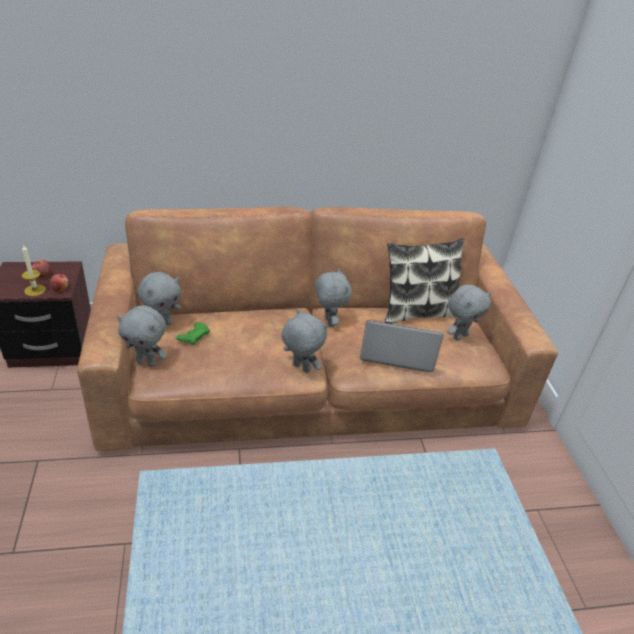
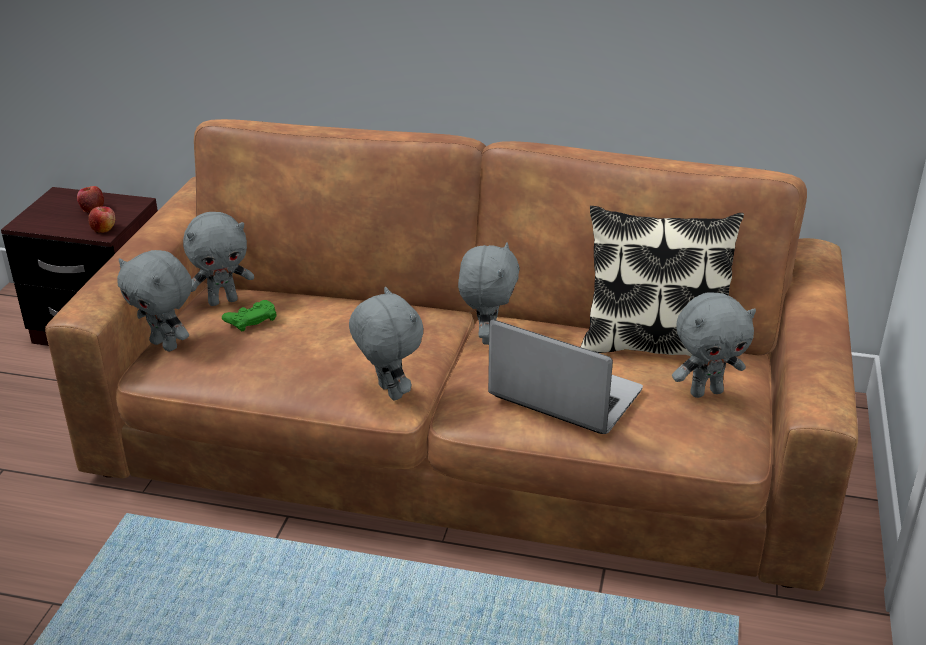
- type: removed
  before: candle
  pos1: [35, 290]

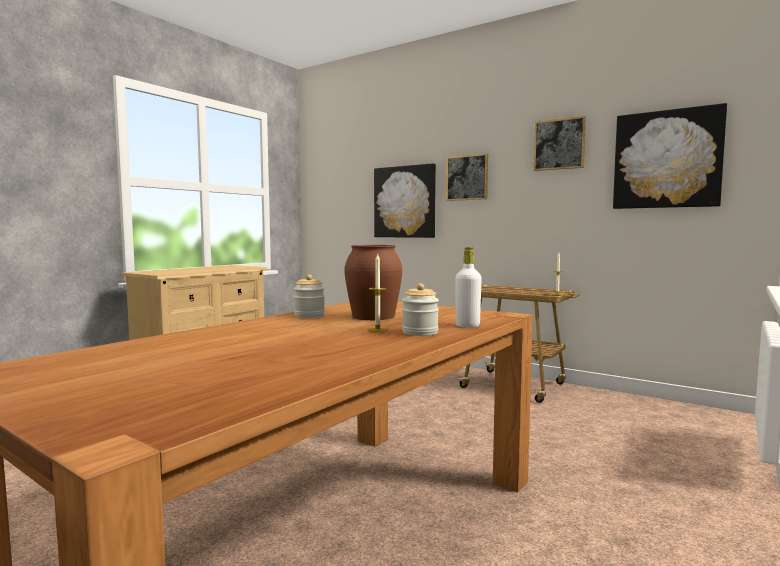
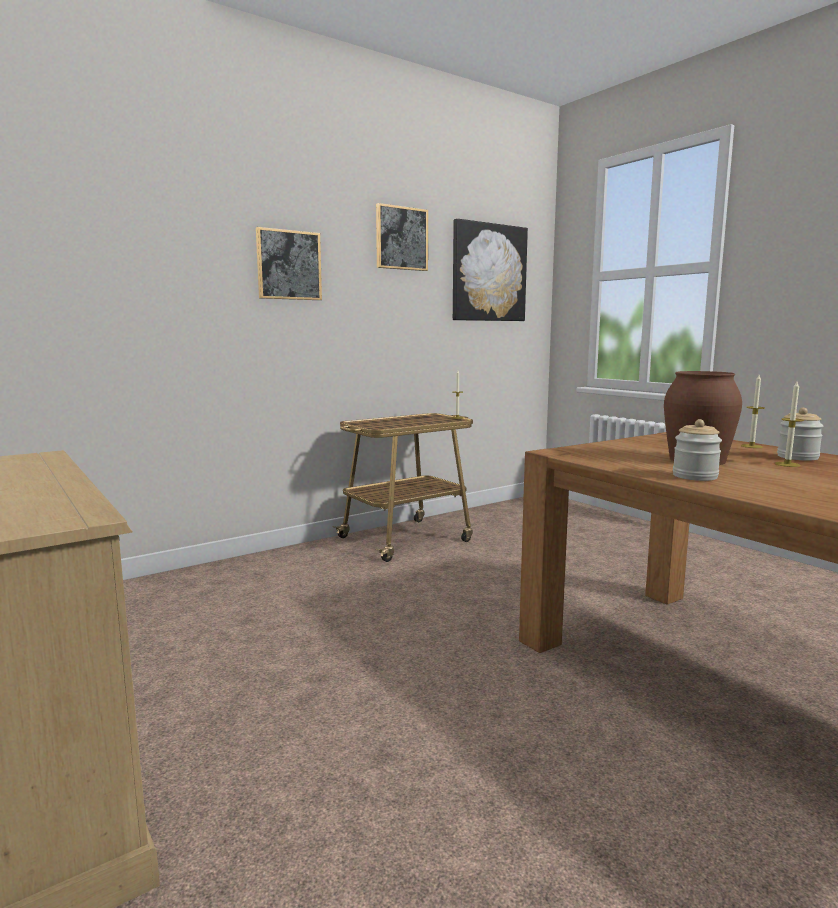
- type: removed
  before: wall art
  pos1: [405, 202]
- type: replaced
  before: white-coloured bottle
  after: candle
  pos1: [467, 326]
  pos2: [751, 446]

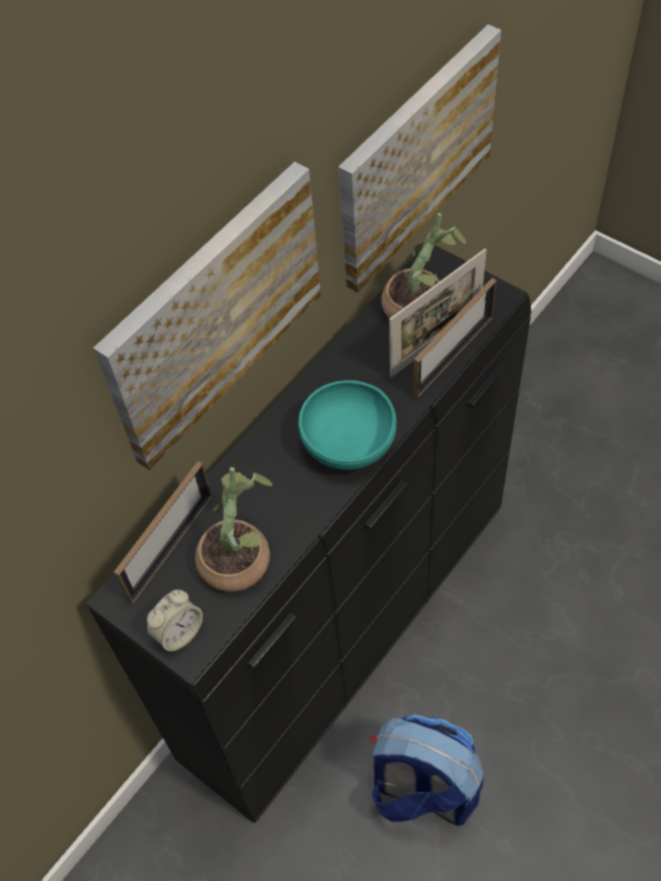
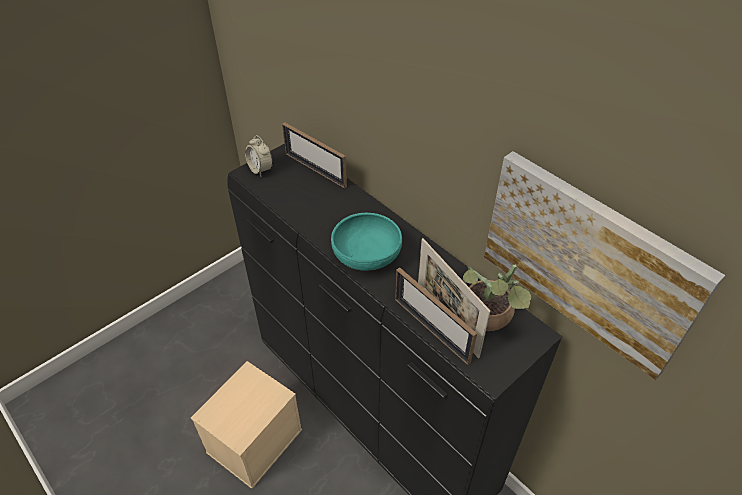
- type: removed
  before: wall art
  pos1: [213, 314]
- type: removed
  before: potted plant
  pos1: [240, 554]
- type: replaced
  before: backpack
  after: beige storage bin
  pos1: [423, 790]
  pos2: [254, 440]

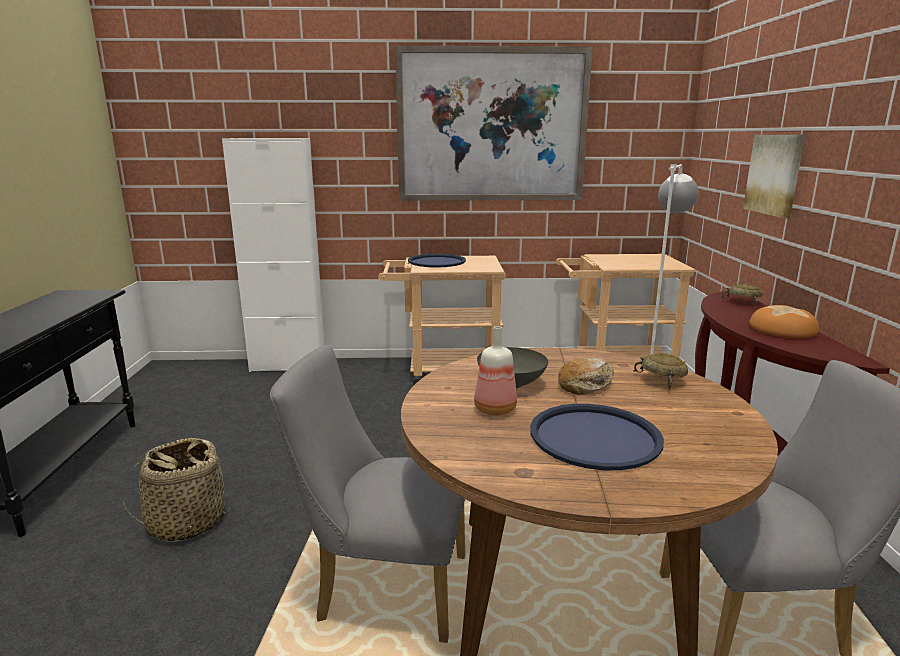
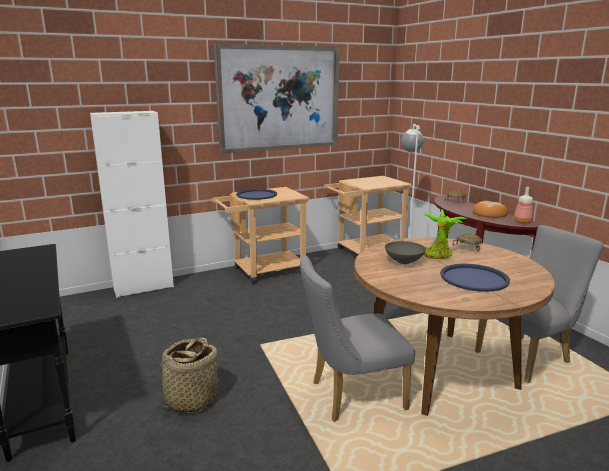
- type: removed
  before: wall art
  pos1: [775, 174]
- type: moved
  before: bottle
  pos1: [494, 410]
  pos2: [522, 222]
- type: replaced
  before: bread
  after: potted plant
  pos1: [586, 384]
  pos2: [438, 255]

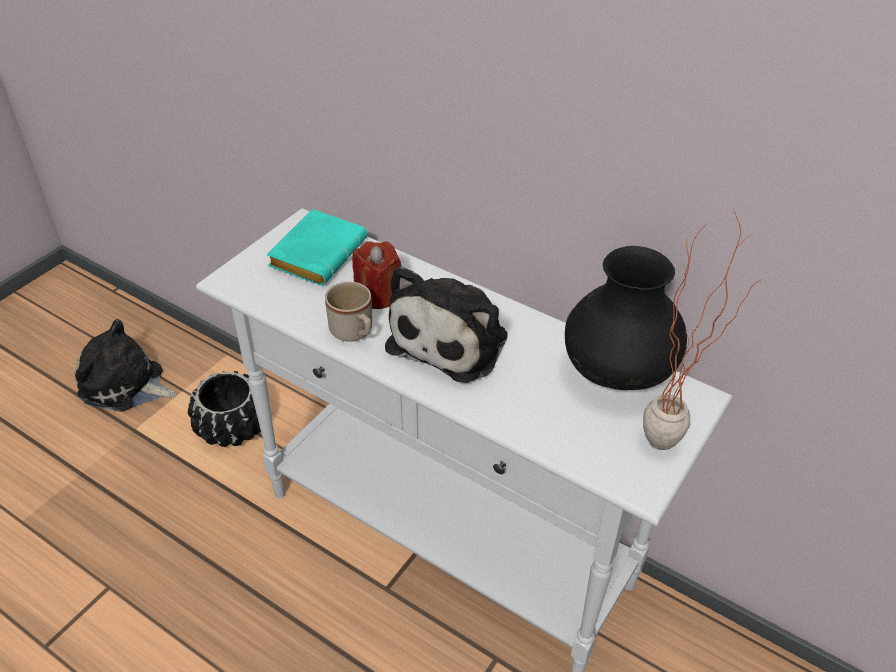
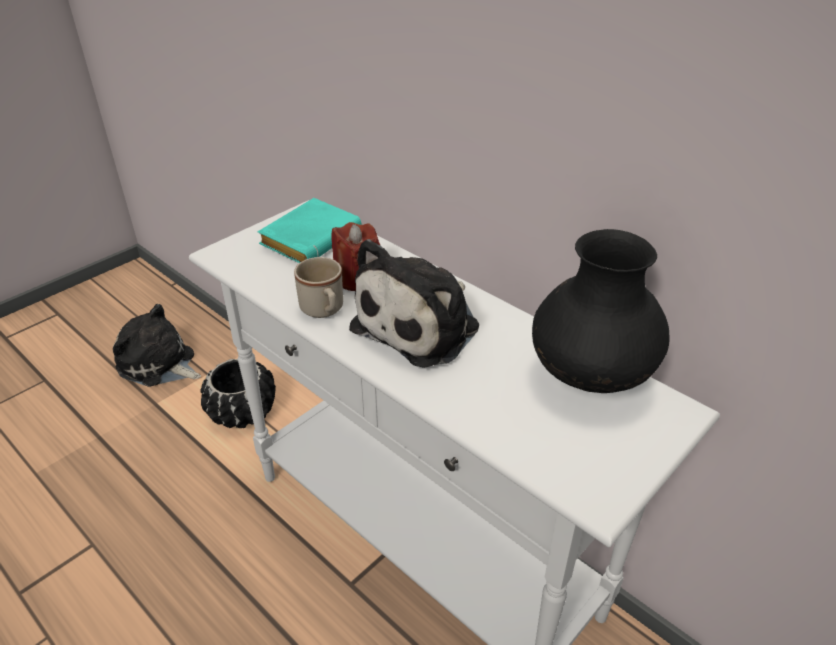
- type: removed
  before: potted plant
  pos1: [673, 440]

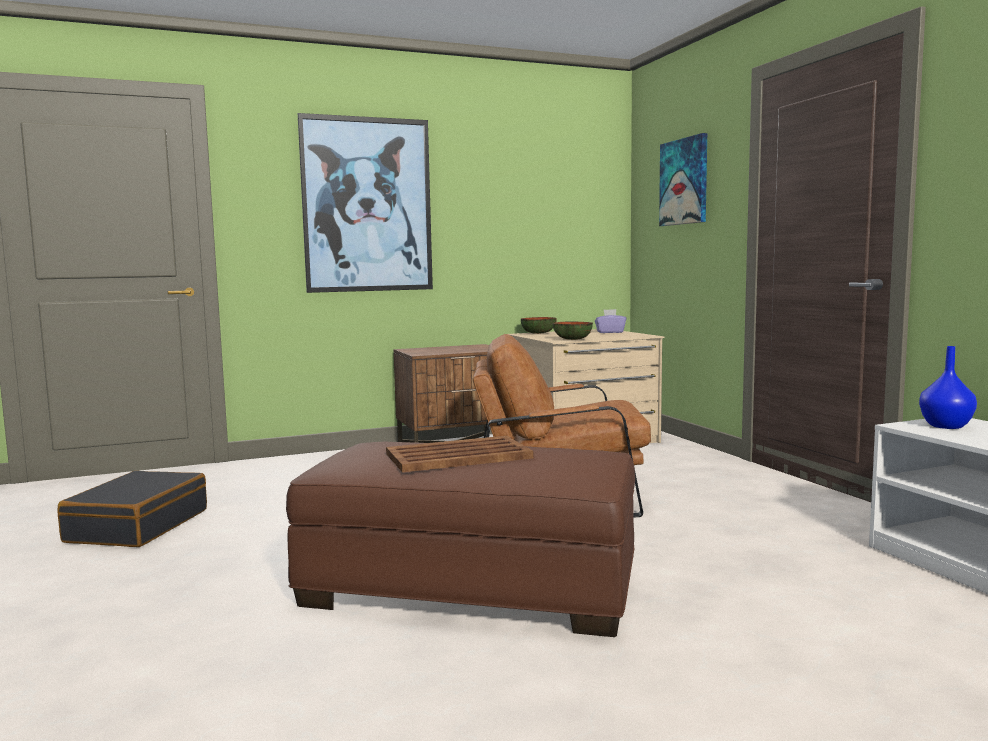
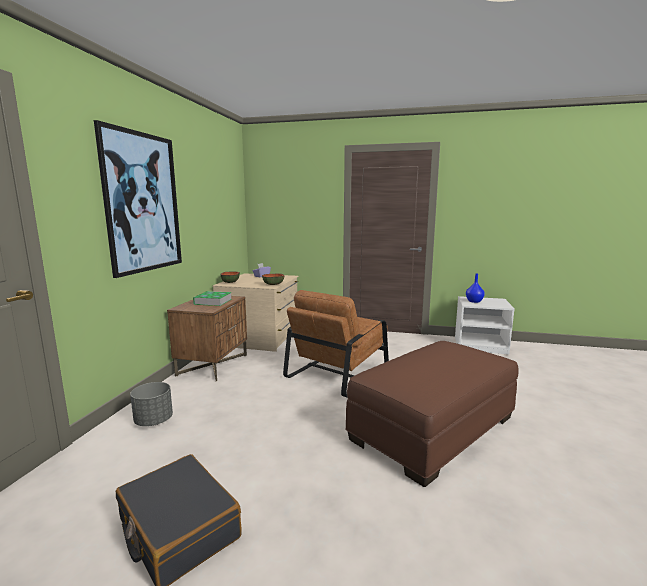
- type: removed
  before: wall art
  pos1: [684, 182]
- type: removed
  before: brown carrying tray
  pos1: [460, 456]
- type: added
  after: book
  pos2: [213, 301]
- type: added
  after: gray flower pot
  pos2: [153, 421]

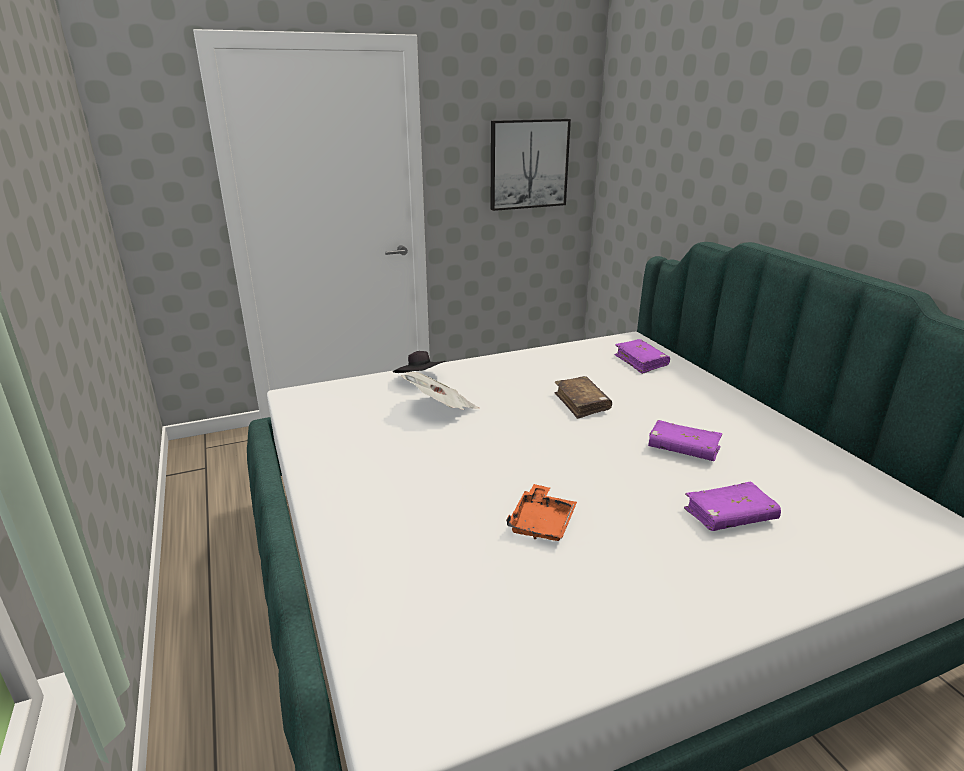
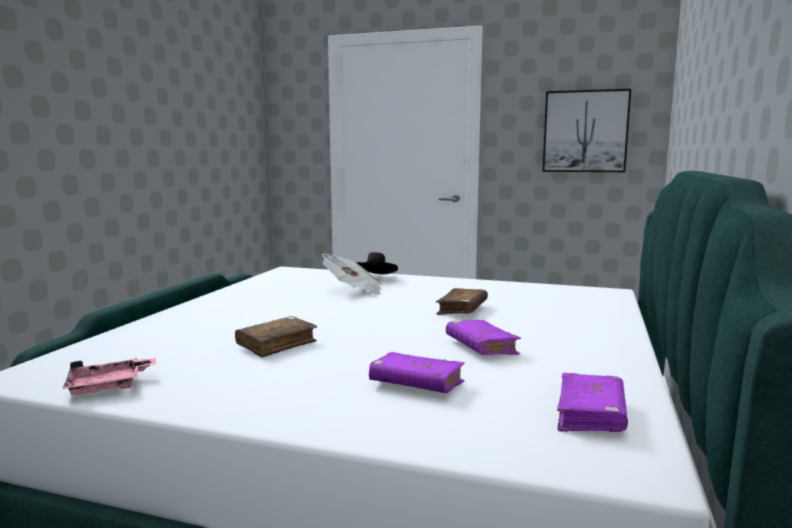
- type: moved
  before: purplish book
  pos1: [640, 362]
  pos2: [590, 415]
- type: replaced
  before: orange carrying tray
  after: brown book
  pos1: [542, 523]
  pos2: [276, 344]
- type: added
  after: pink-coloured carrying tray
  pos2: [109, 386]

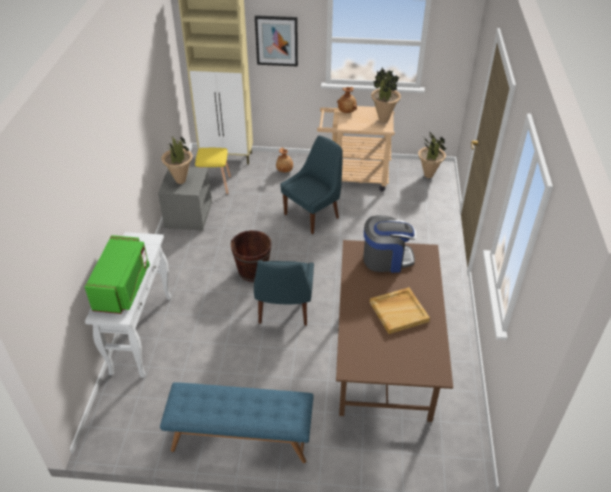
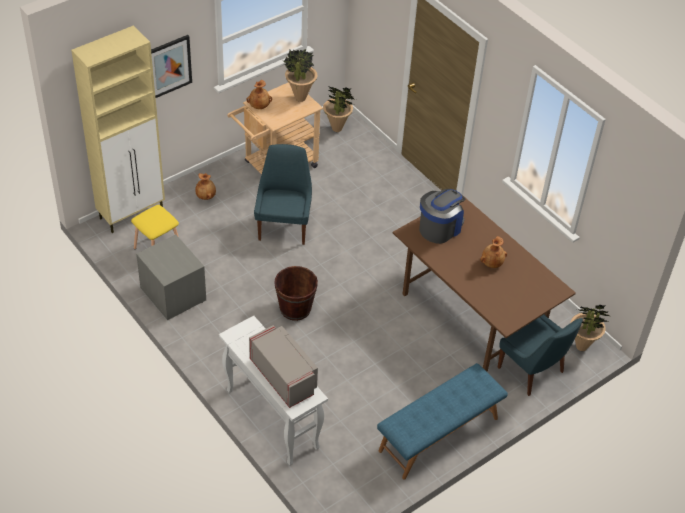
- type: moved
  before: potted plant
  pos1: [181, 181]
  pos2: [581, 346]
- type: recoloured
  before: green-coloured microwave oven
  after: gray microwave oven
  pos1: [122, 287]
  pos2: [284, 376]
- type: moved
  before: bluish chair
  pos1: [284, 310]
  pos2: [532, 371]
- type: replaced
  before: beige carrying tray
  after: brown flower vase
  pos1: [399, 311]
  pos2: [491, 263]

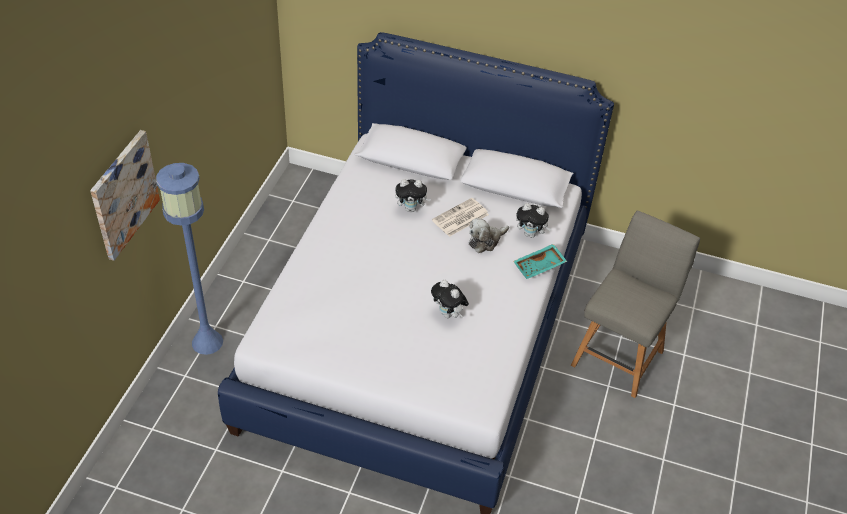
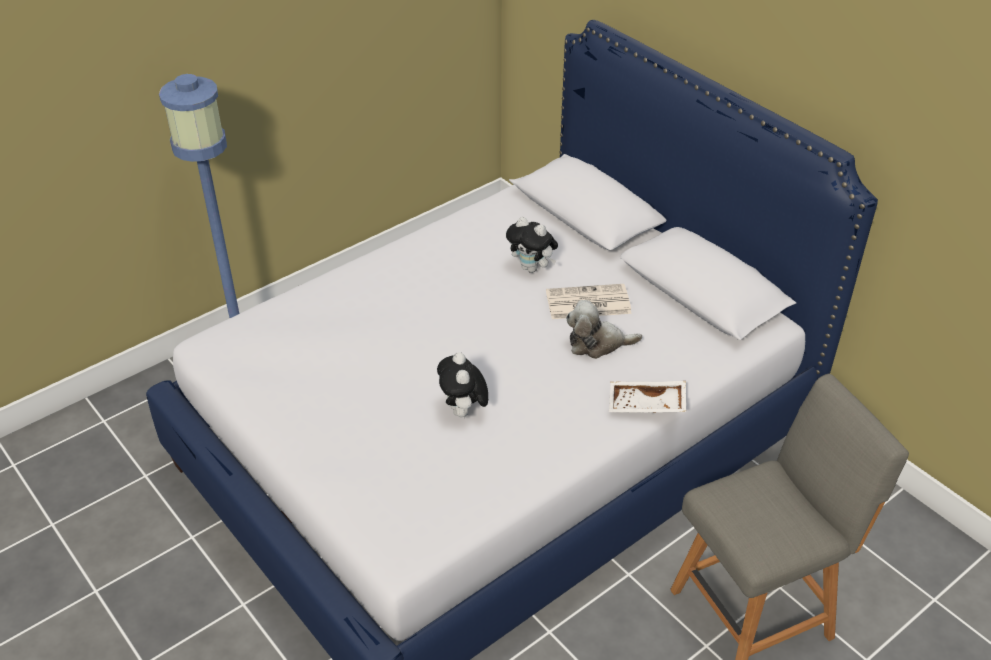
- type: removed
  before: wall art
  pos1: [123, 194]
- type: removed
  before: cuddly toy
  pos1: [531, 234]
- type: recoloured
  before: blue-green carrying tray
  after: white-coloured carrying tray
  pos1: [539, 266]
  pos2: [646, 405]

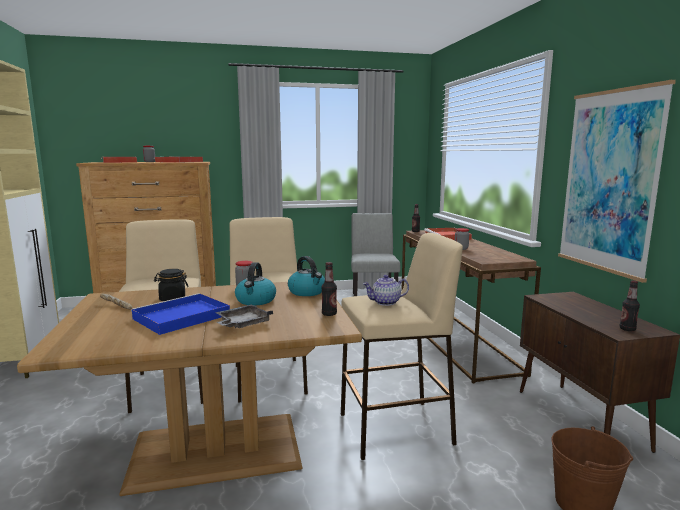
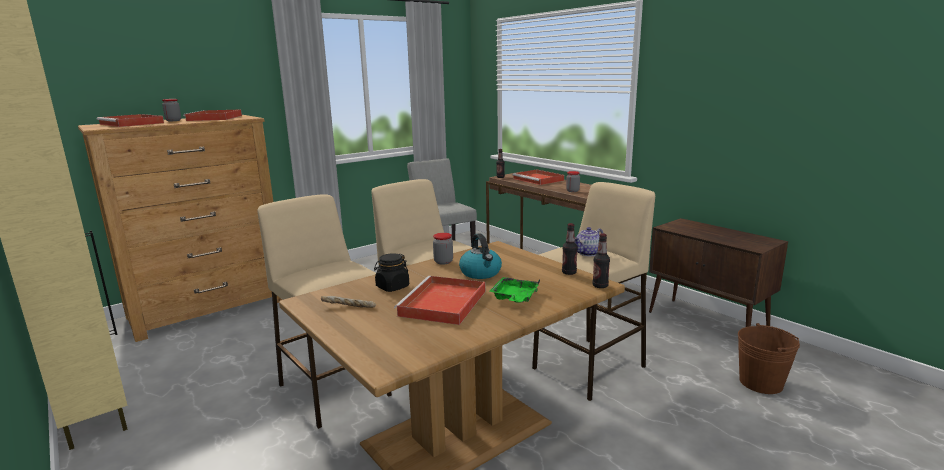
- type: removed
  before: wall art
  pos1: [609, 181]
- type: removed
  before: kettle
  pos1: [307, 292]
- type: moved
  before: bottle
  pos1: [627, 329]
  pos2: [600, 286]
- type: recoloured
  before: bluish carrying tray
  after: reddish carrying tray
  pos1: [180, 317]
  pos2: [443, 304]
- type: recoloured
  before: gray carrying tray
  after: green-coloured carrying tray
  pos1: [242, 324]
  pos2: [514, 297]

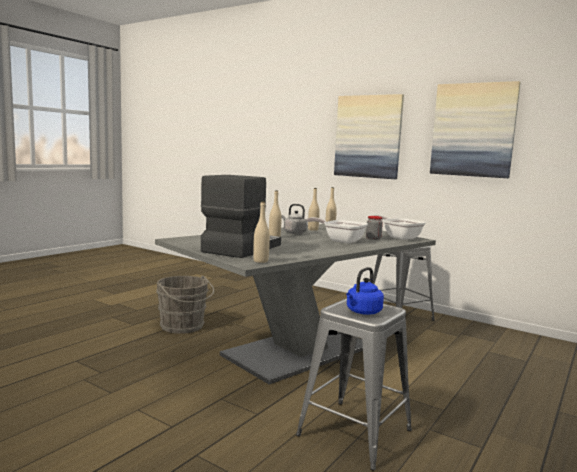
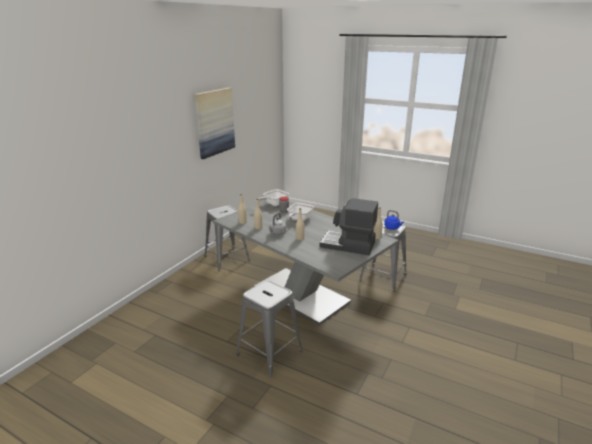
- type: removed
  before: wall art
  pos1: [368, 136]
- type: replaced
  before: gray bucket
  after: gray sitting stool
  pos1: [183, 327]
  pos2: [269, 352]

